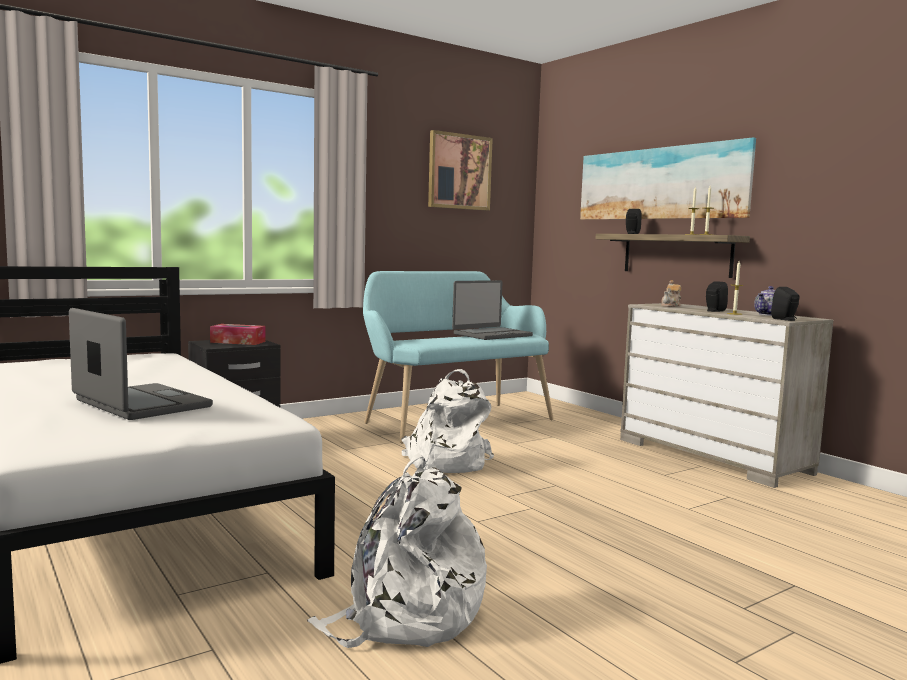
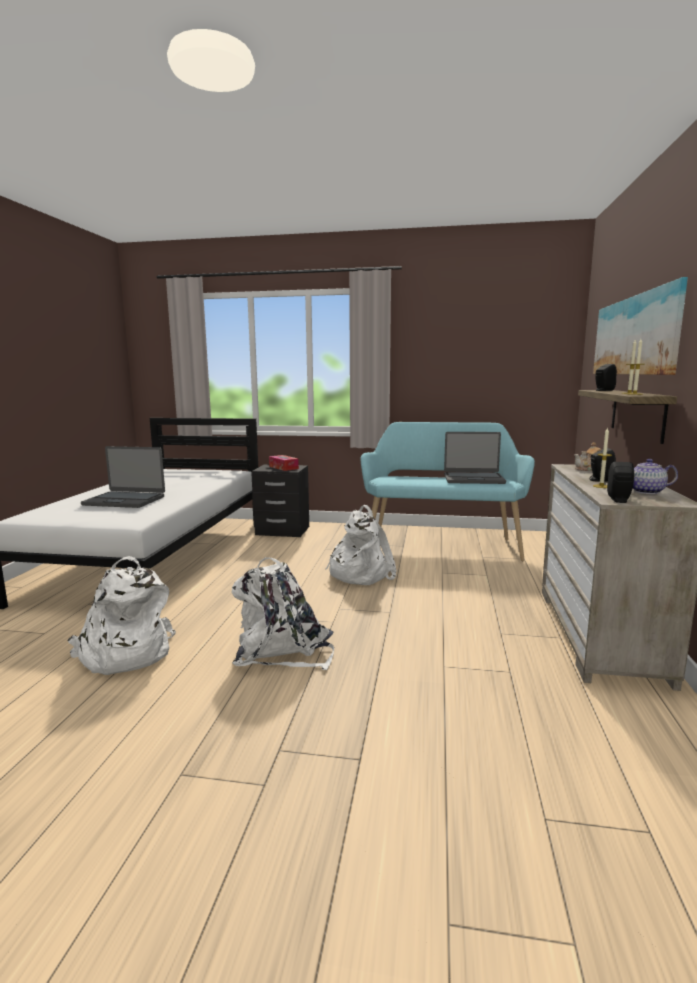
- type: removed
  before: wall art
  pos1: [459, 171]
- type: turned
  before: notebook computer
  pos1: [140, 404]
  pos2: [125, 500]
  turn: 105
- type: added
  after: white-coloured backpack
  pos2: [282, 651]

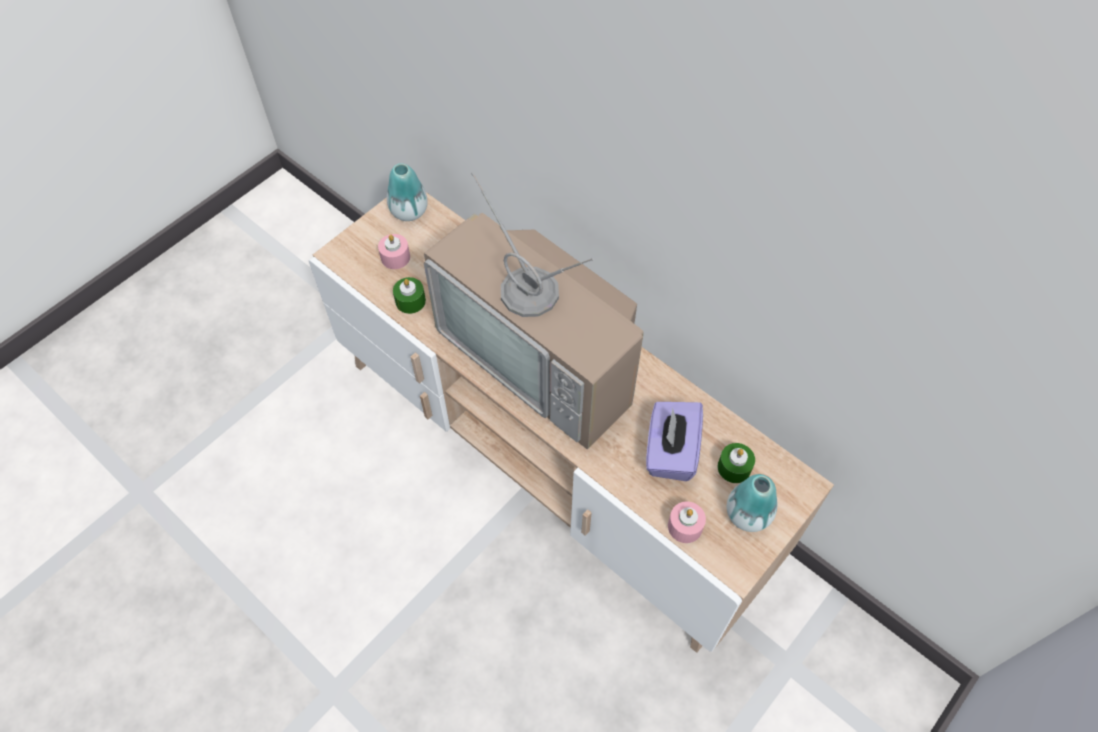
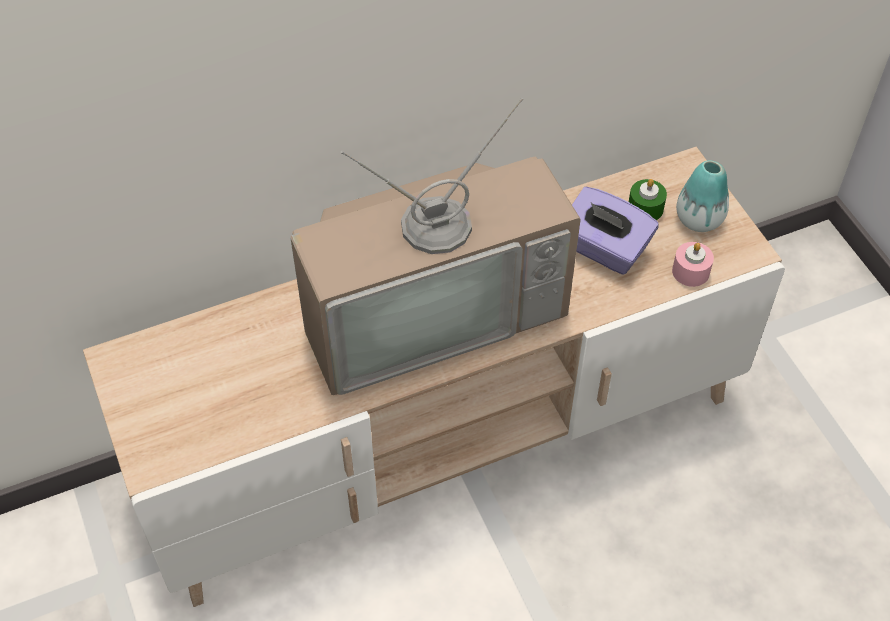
- type: removed
  before: flower vase
  pos1: [409, 211]
- type: removed
  before: pink-coloured candle
  pos1: [395, 257]
- type: removed
  before: green-coloured candle
  pos1: [410, 301]

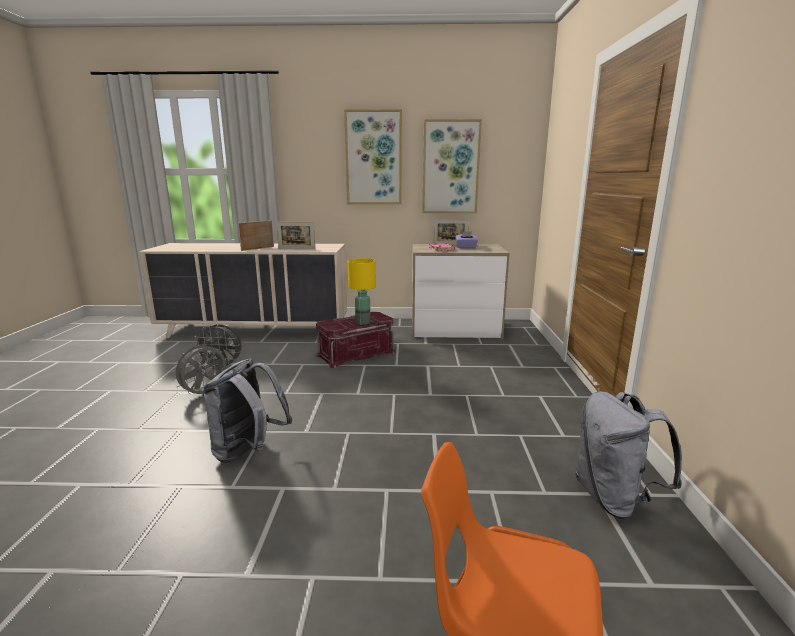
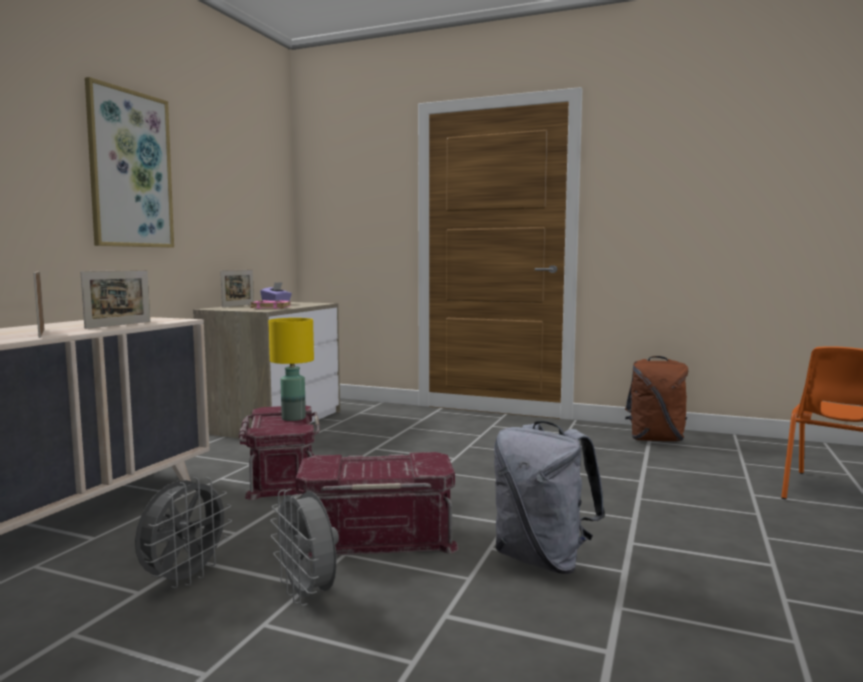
- type: removed
  before: wall art
  pos1: [450, 167]
- type: recoloured
  before: gray backpack
  after: brown backpack
  pos1: [614, 499]
  pos2: [655, 439]
- type: added
  after: reddish storage bin
  pos2: [377, 536]

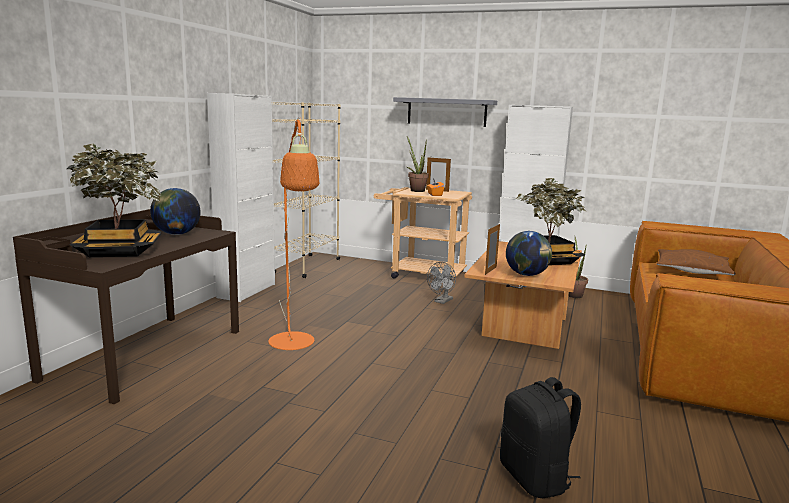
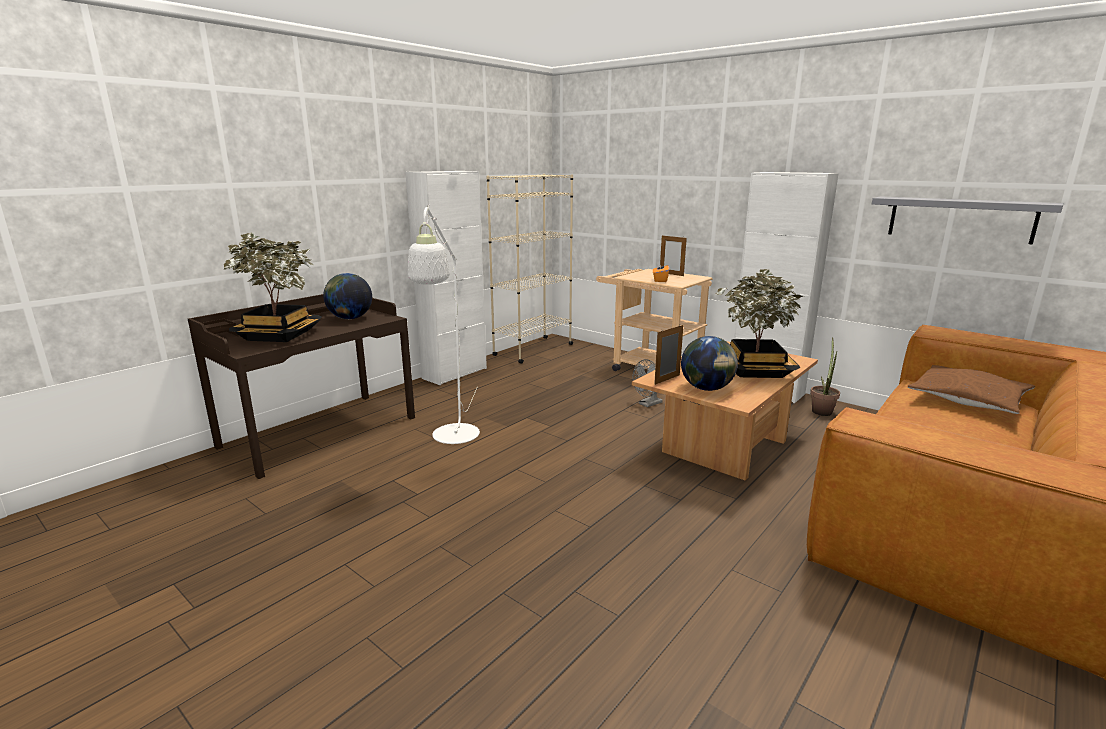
- type: moved
  before: gray wall shelf
  pos1: [446, 112]
  pos2: [960, 219]
- type: recoloured
  before: orange standard lamp
  after: white-coloured standard lamp
  pos1: [293, 345]
  pos2: [454, 439]
- type: removed
  before: potted plant
  pos1: [415, 190]
- type: removed
  before: black backpack
  pos1: [536, 478]

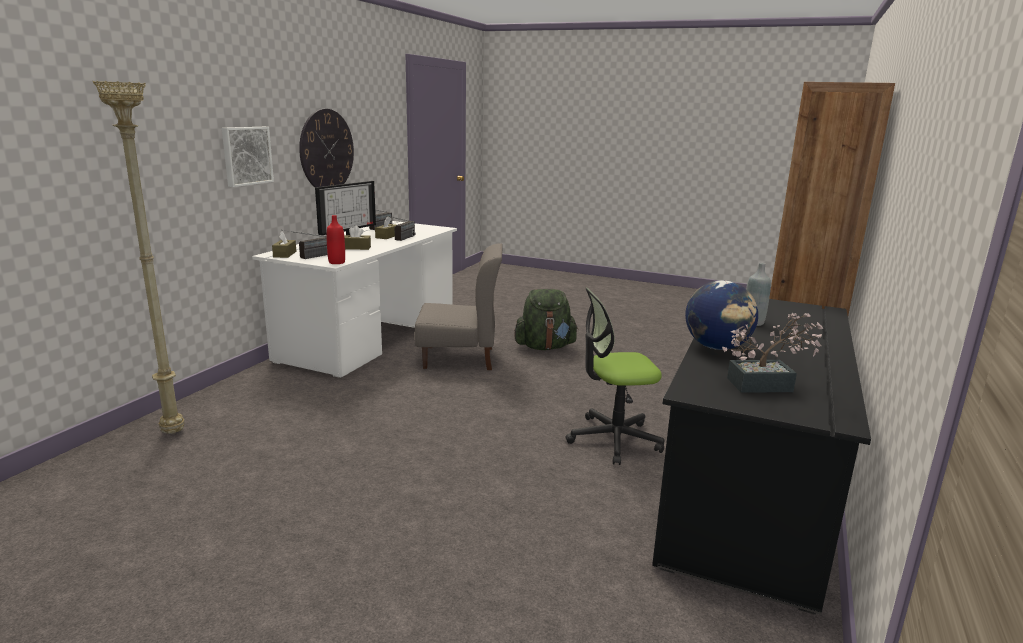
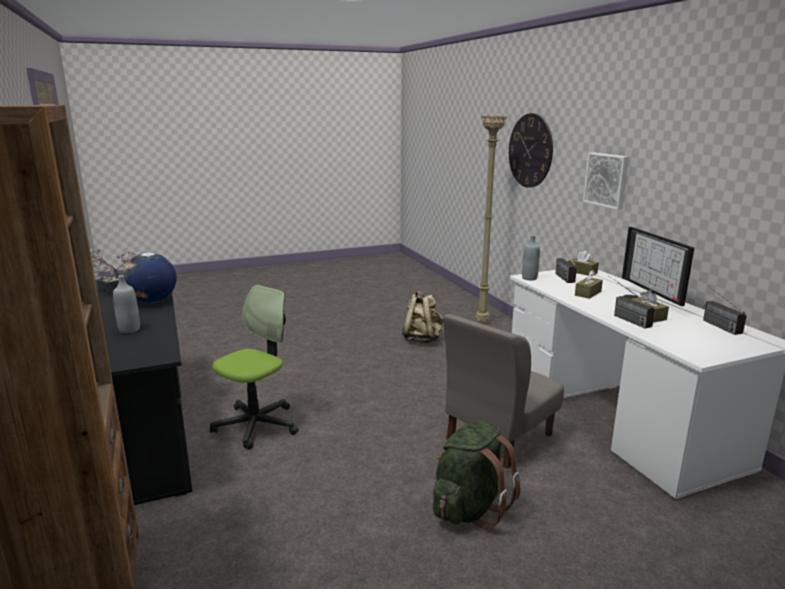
- type: moved
  before: wall clock
  pos1: [326, 151]
  pos2: [530, 150]
- type: recoloured
  before: reddish bottle
  after: gray bottle
  pos1: [337, 262]
  pos2: [529, 278]
- type: added
  after: beige backpack
  pos2: [422, 339]

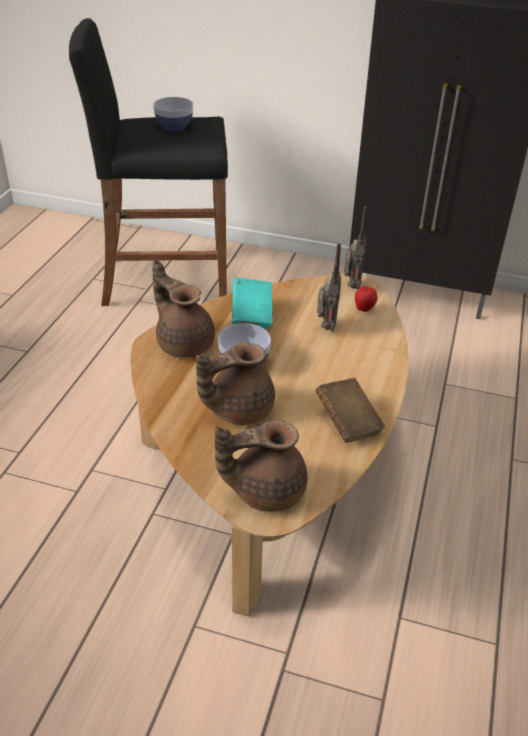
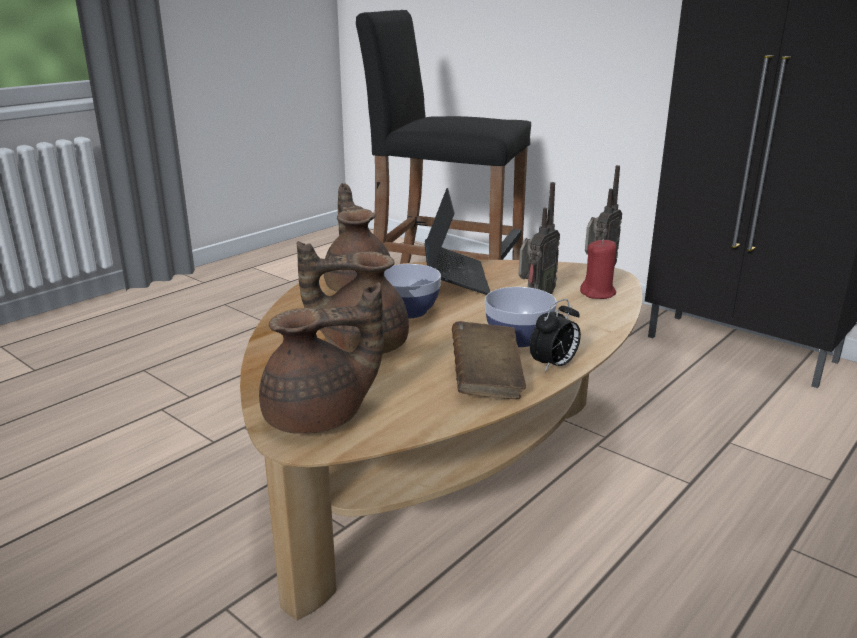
- type: moved
  before: bowl
  pos1: [174, 127]
  pos2: [518, 338]
- type: replaced
  before: blue-green book
  after: notebook computer
  pos1: [252, 315]
  pos2: [455, 278]
- type: replaced
  before: whole apple
  after: reddish candle
  pos1: [364, 309]
  pos2: [598, 293]
- type: turned
  before: brown pot for tea
  pos1: [265, 490]
  pos2: [319, 417]
  turn: 150
- type: added
  after: table clock
  pos2: [554, 366]

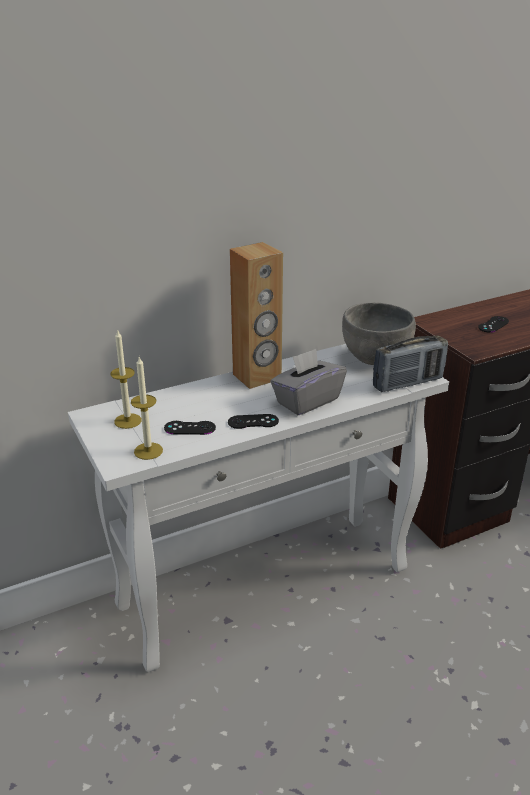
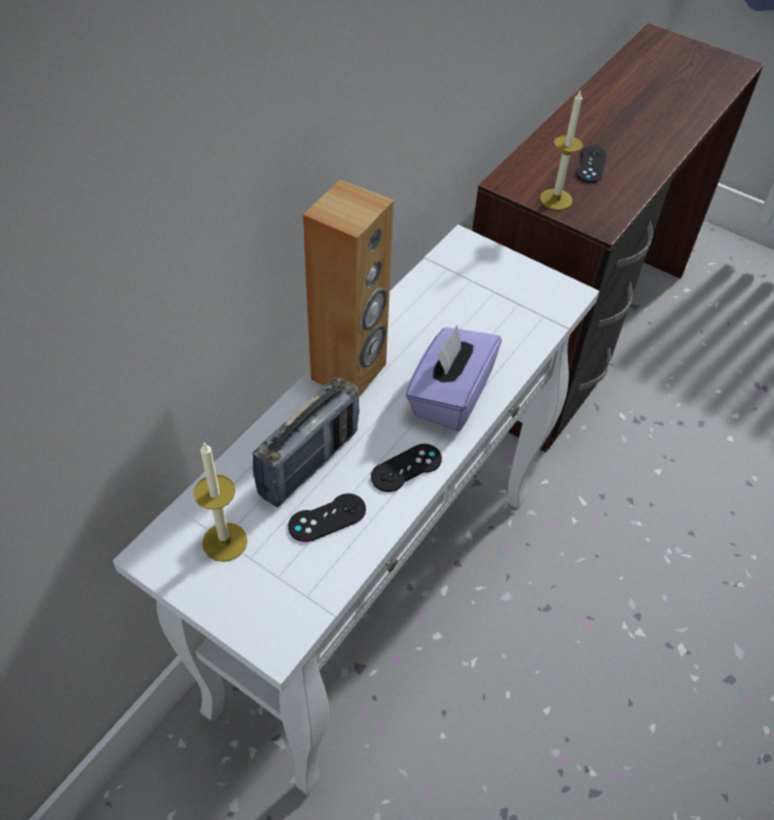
- type: removed
  before: gray bowl
  pos1: [374, 359]
- type: moved
  before: radio receiver
  pos1: [408, 383]
  pos2: [309, 463]
- type: recoloured
  before: gray tissue box
  after: purplish tissue box
  pos1: [307, 401]
  pos2: [449, 396]
- type: moved
  before: candle
  pos1: [148, 451]
  pos2: [556, 199]

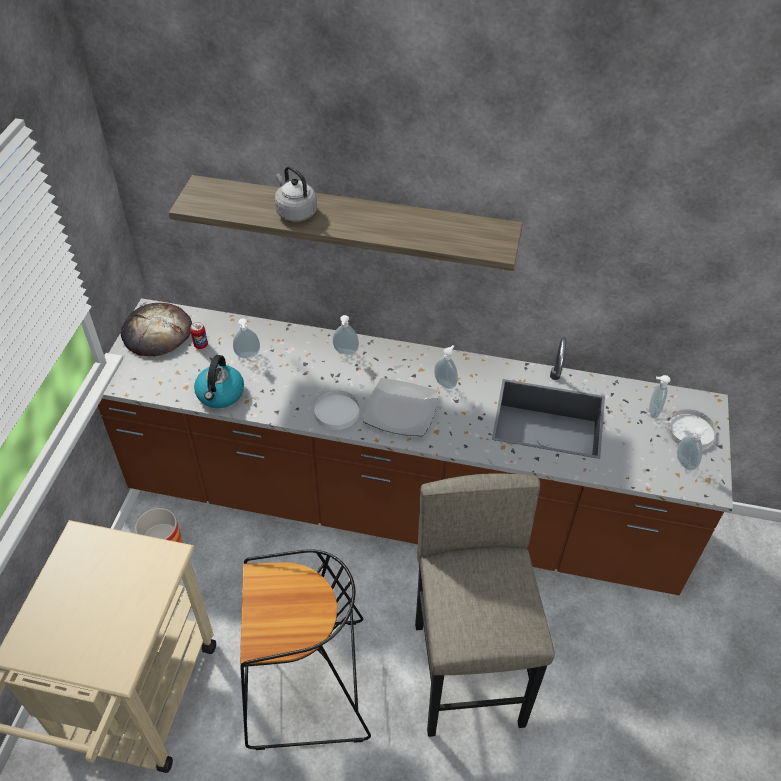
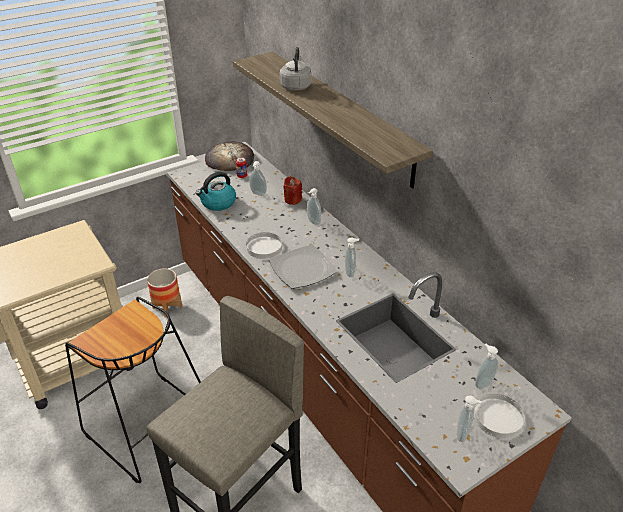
- type: added
  after: reddish candle
  pos2: [292, 200]

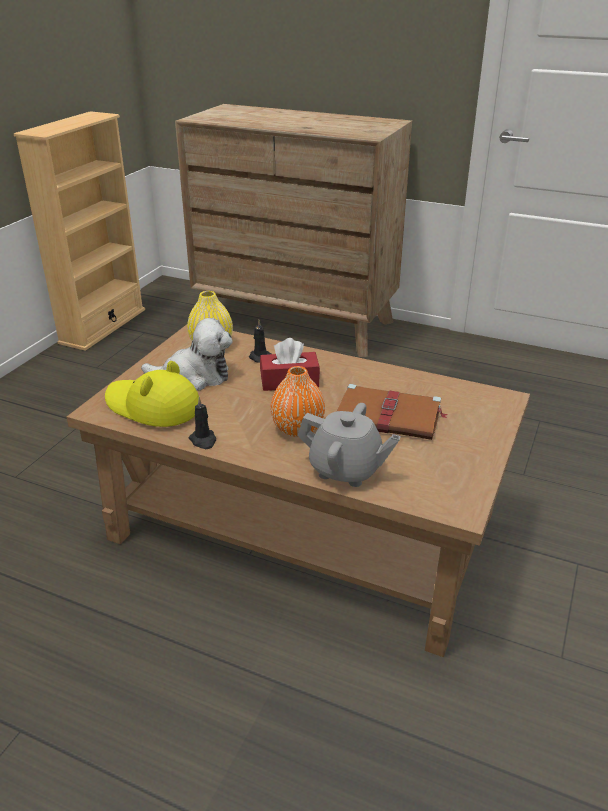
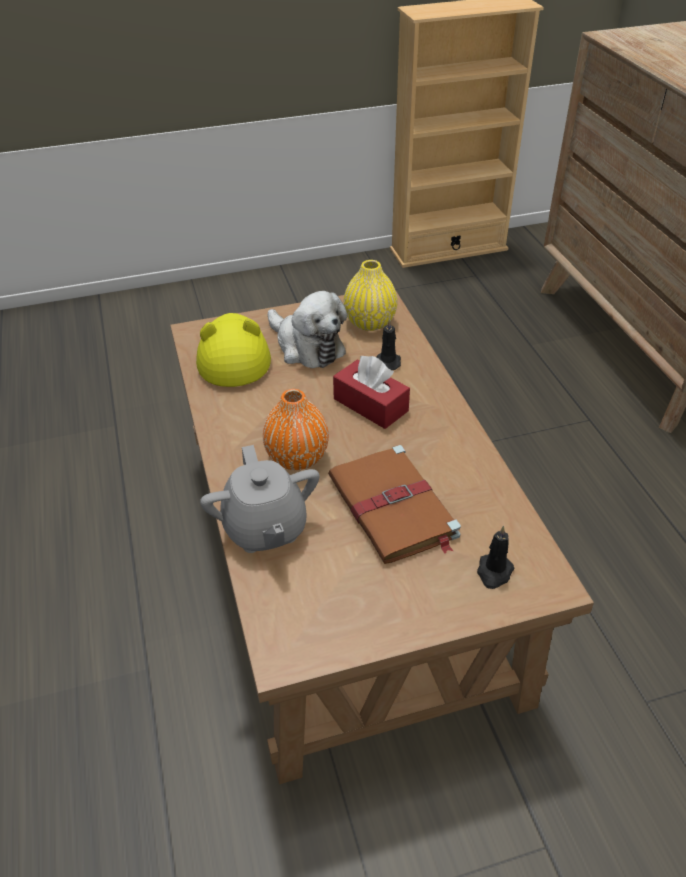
- type: moved
  before: black candle
  pos1: [203, 441]
  pos2: [494, 572]

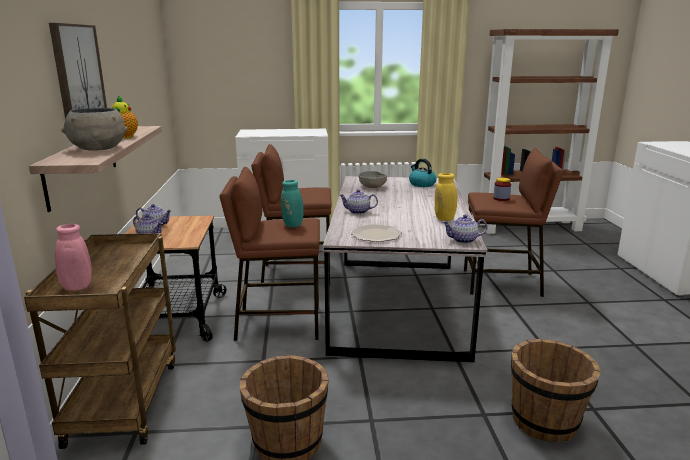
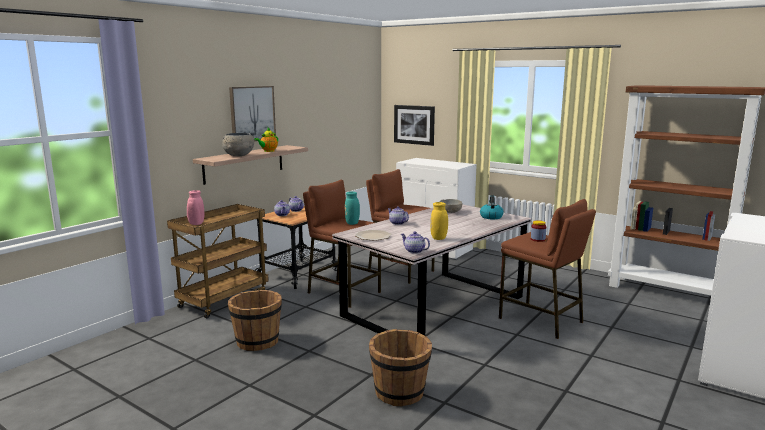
- type: added
  after: wall art
  pos2: [414, 124]

